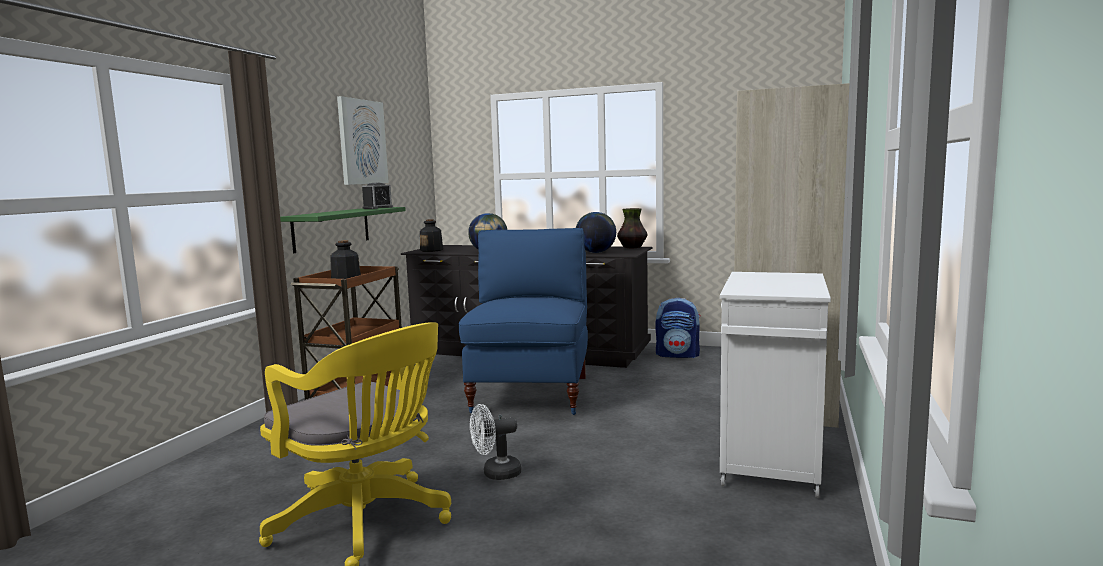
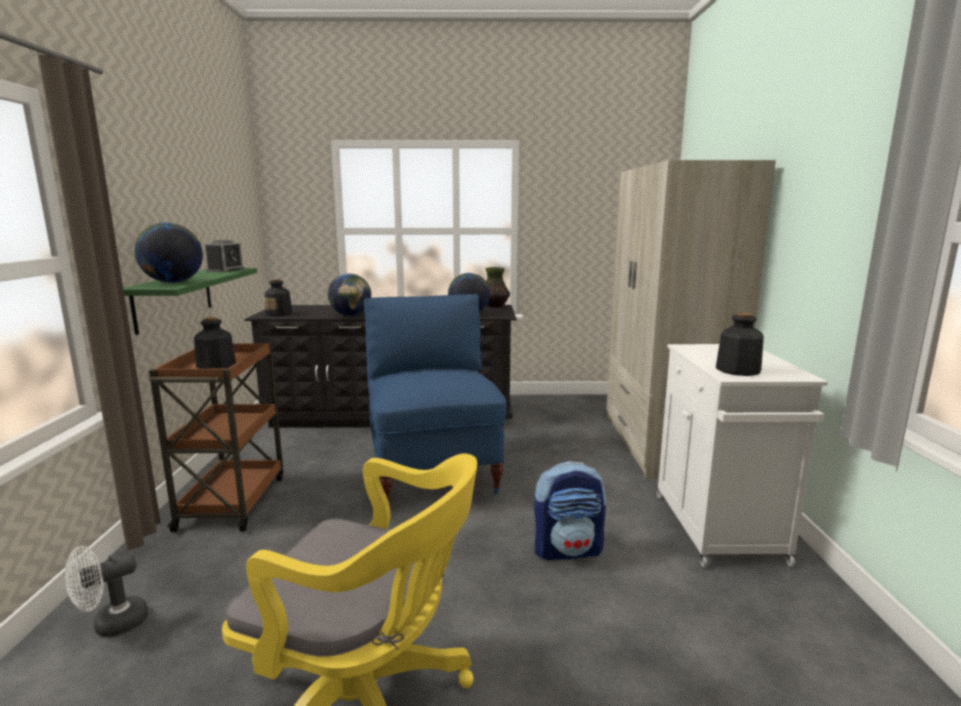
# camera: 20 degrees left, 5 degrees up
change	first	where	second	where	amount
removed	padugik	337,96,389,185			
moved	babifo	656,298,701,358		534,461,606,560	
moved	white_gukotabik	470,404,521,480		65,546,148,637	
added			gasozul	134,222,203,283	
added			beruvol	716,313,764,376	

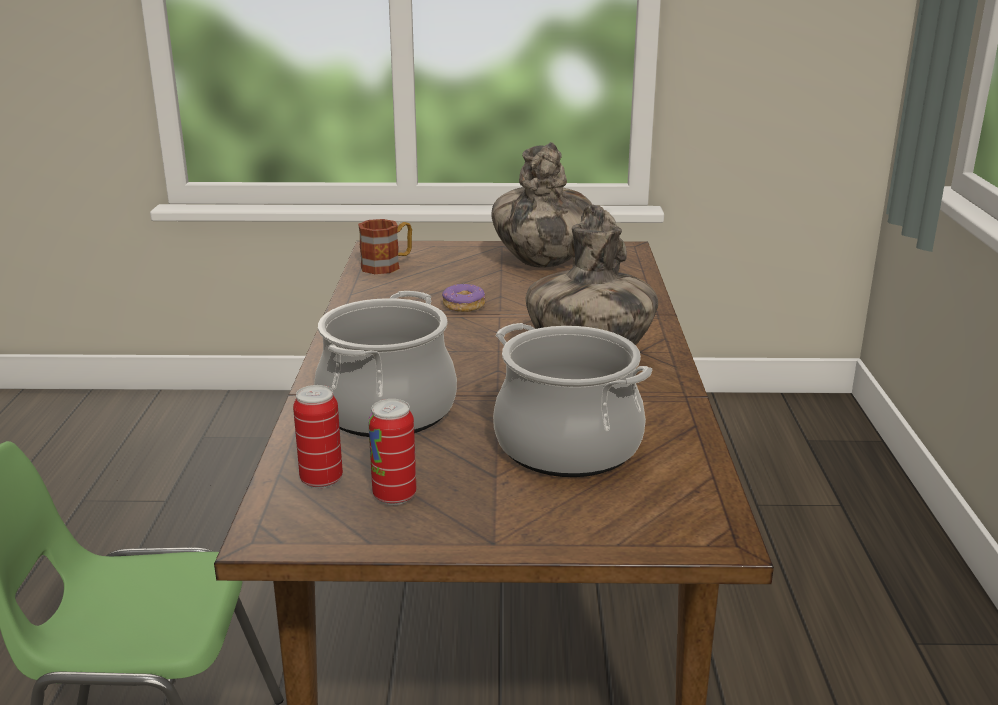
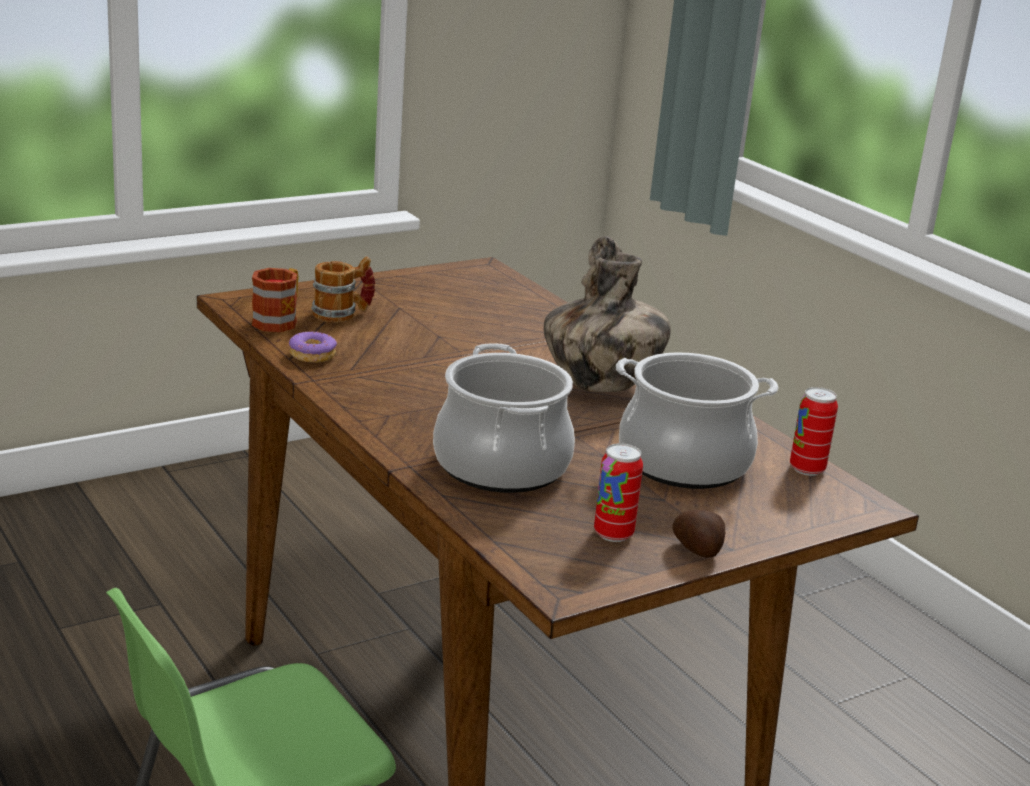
# camera: 35 degrees left, 0 degrees up
change	first	where	second	where	amount
removed	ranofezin	491,142,592,268			
moved	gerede	442,284,486,312		289,332,337,363	
moved	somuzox	293,385,343,489		790,387,838,476	
added			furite	311,257,375,323	
added			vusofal	672,510,725,558	

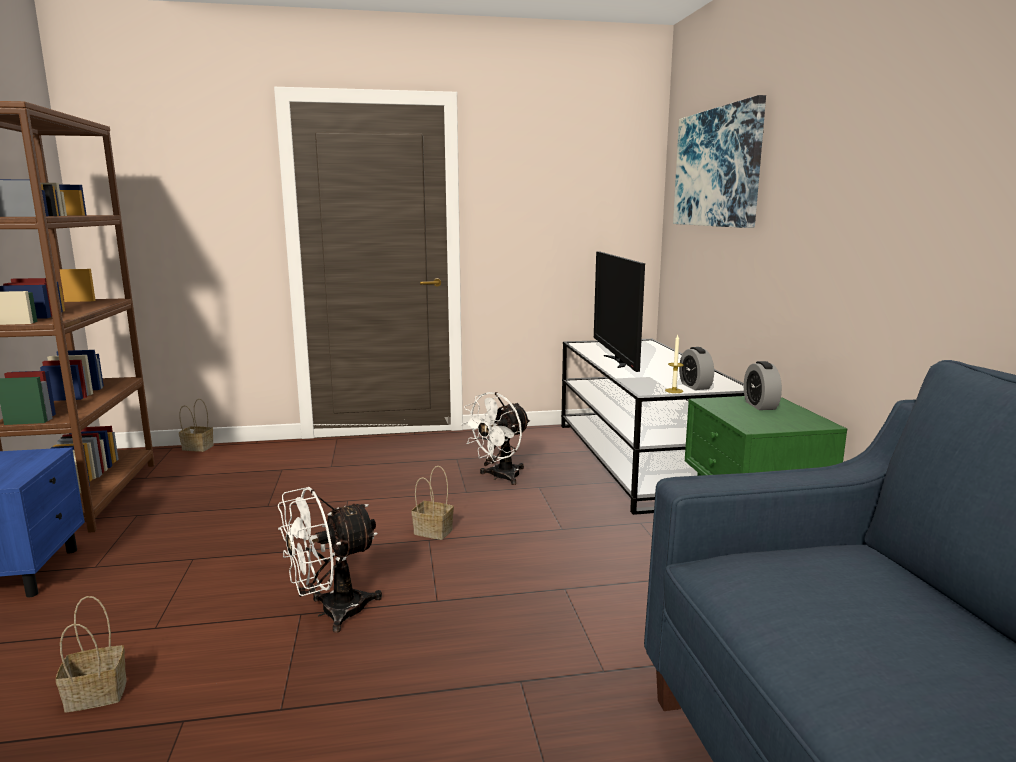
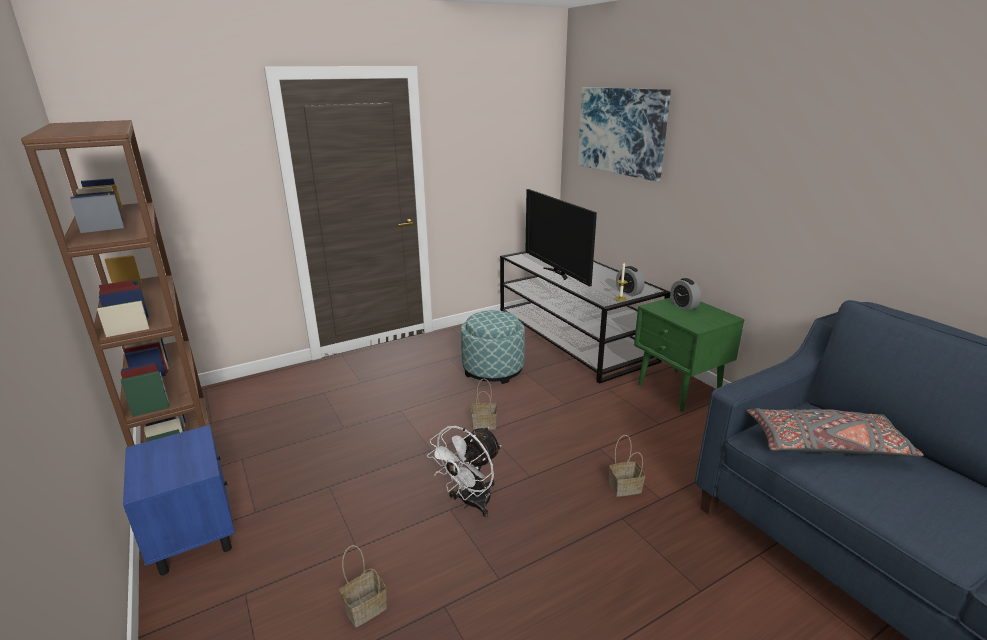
# camera: 20 degrees left, 10 degrees up
change	first	where	second	where	amount
replaced	white_gukotabik	461,392,530,485	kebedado	461,310,525,384	
moved	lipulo	179,399,214,452		609,435,645,497	
added			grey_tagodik	747,408,924,457	

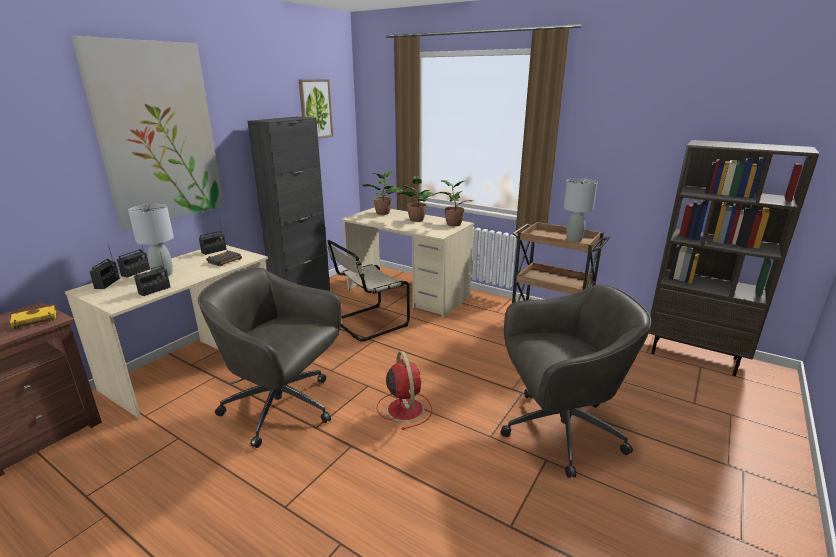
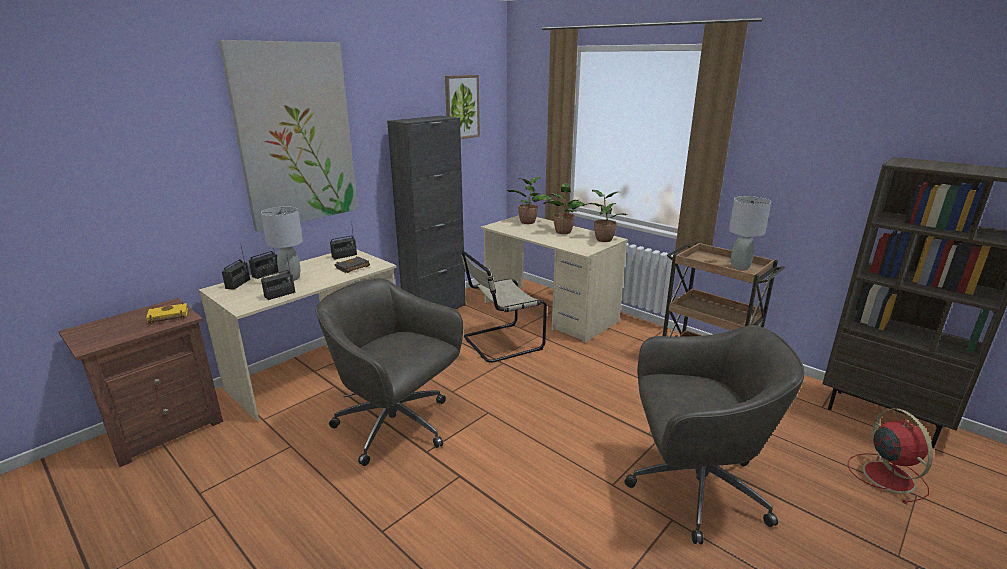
# camera: 10 degrees right, 0 degrees up
change	first	where	second	where	amount
moved	red_gukotabik	377,351,432,430		848,408,933,504	

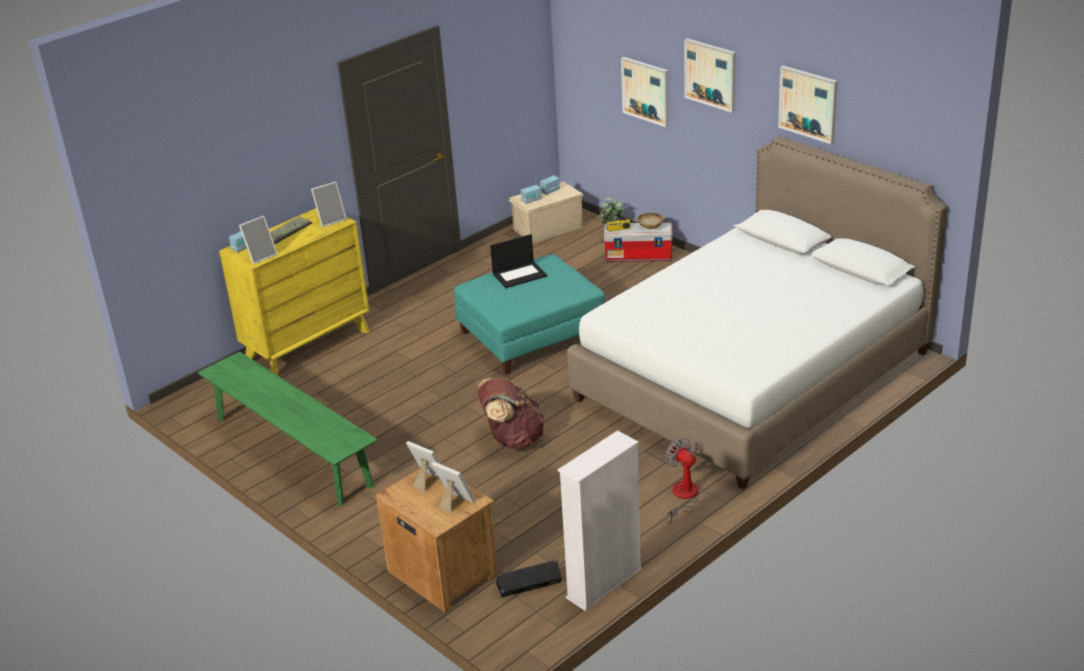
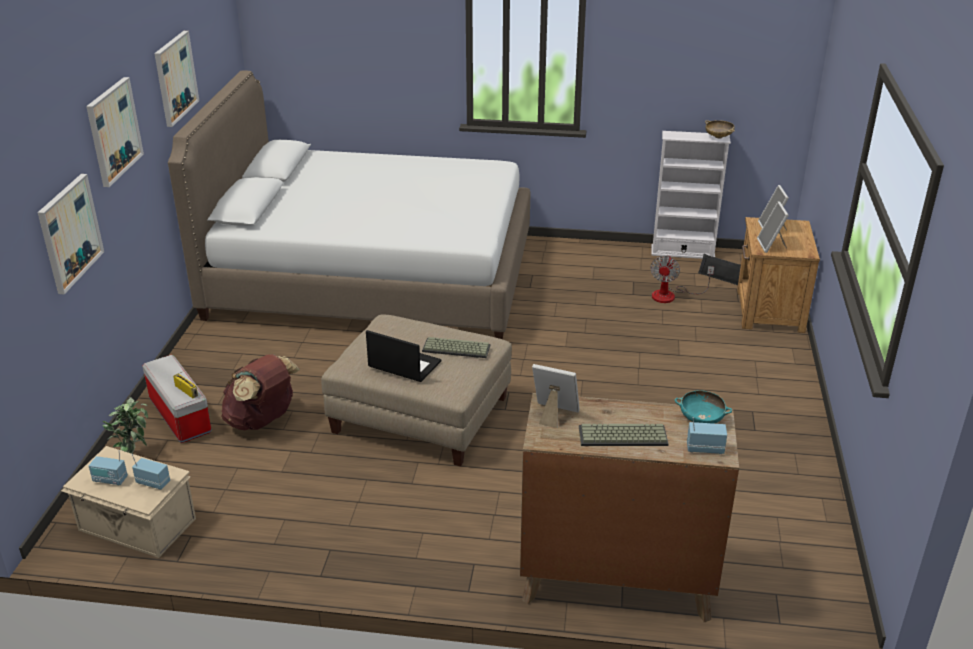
# camera: 130 degrees left, 0 degrees up
change	first	where	second	where	amount
recoloured	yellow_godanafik	219,208,370,376	brown_godanafik	520,393,739,622	
moved	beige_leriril	635,213,666,229		705,120,735,138	
replaced	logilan	239,216,278,264	turquoise_leriril	675,390,732,424	
recoloured	turquoise_kebedado	454,254,605,375	beige_kebedado	321,315,512,467	
removed	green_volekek	198,352,378,506			
moved	brown_babifo	477,378,545,449		221,354,300,430	
moved	gukotabik	665,438,698,524		650,255,714,303	
added			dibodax	422,337,490,358	

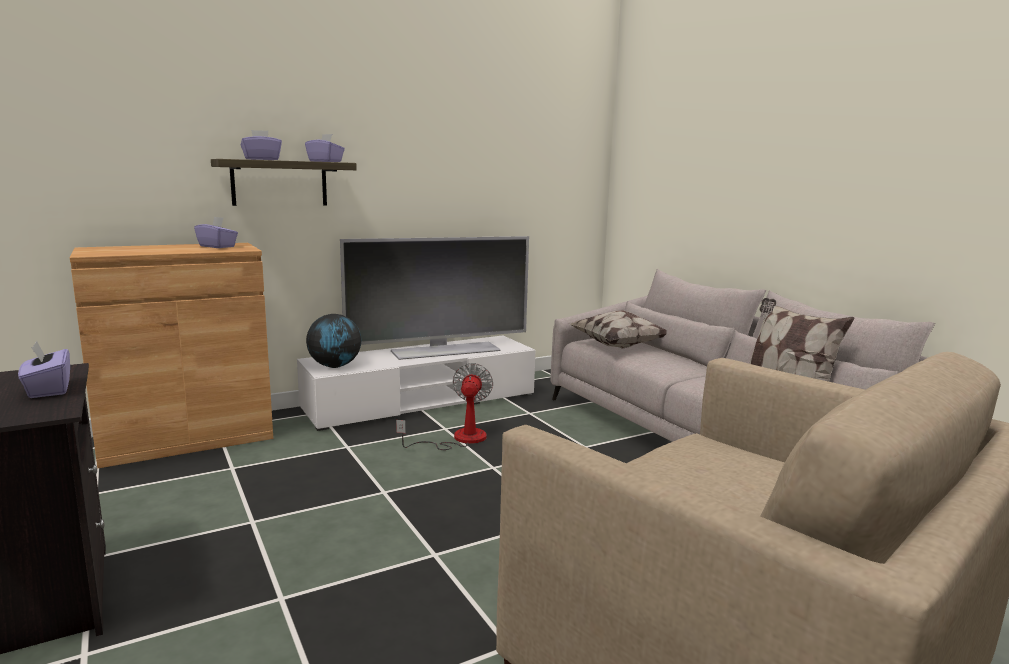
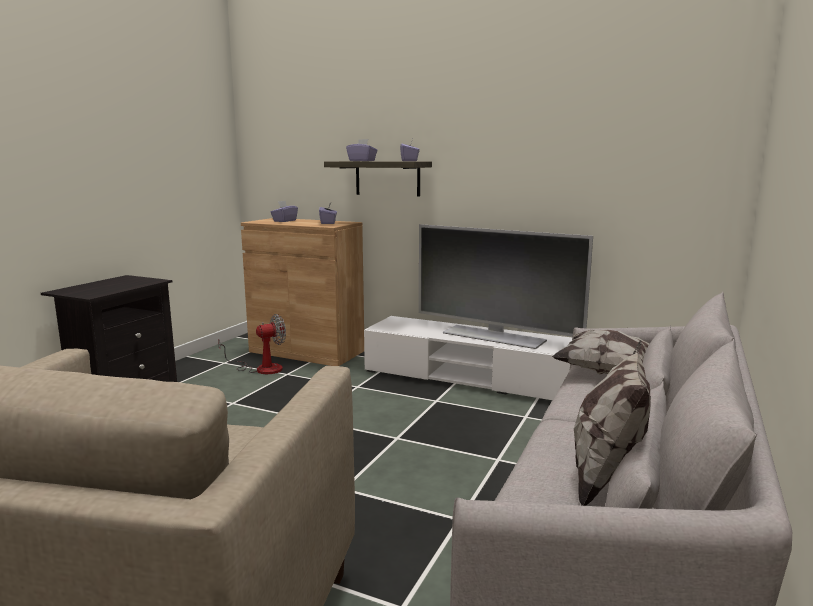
# camera: 55 degrees right, 0 degrees up
change	first	where	second	where	amount
removed	gasozul	306,314,361,368			
moved	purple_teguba	18,341,70,398		271,201,298,222	
moved	gukotabik	396,363,493,450		218,314,286,374	

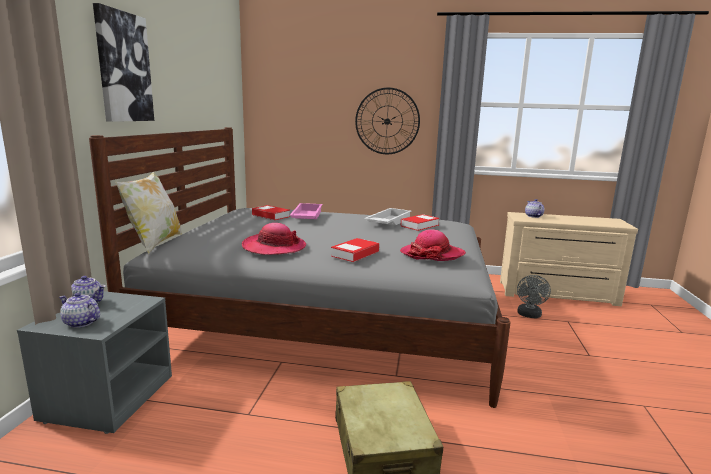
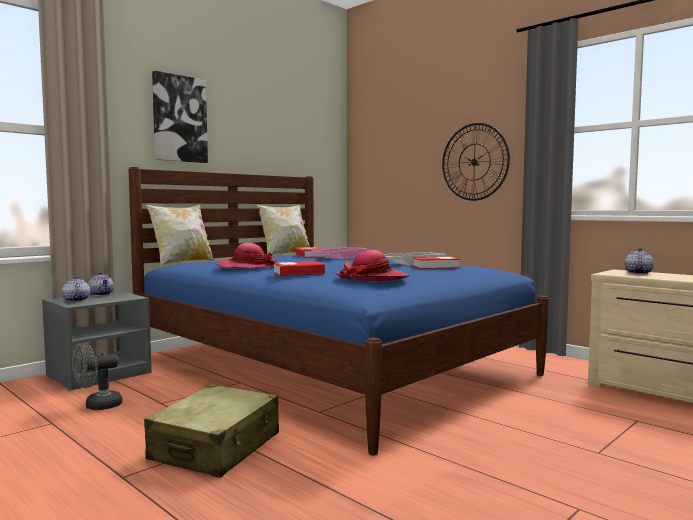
# camera: 35 degrees right, 10 degrees down
change	first	where	second	where	amount
recoloured	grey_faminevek	89,127,511,408	blue_faminevek	128,167,549,456	
moved	grey_gukotabik	517,275,551,318		72,343,122,410	
added			tagodik	256,204,310,255	

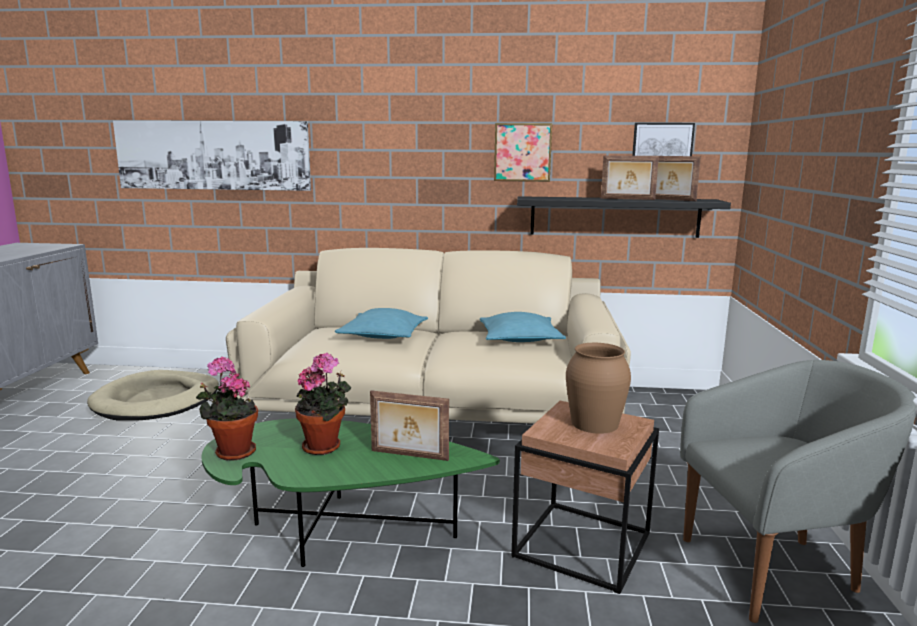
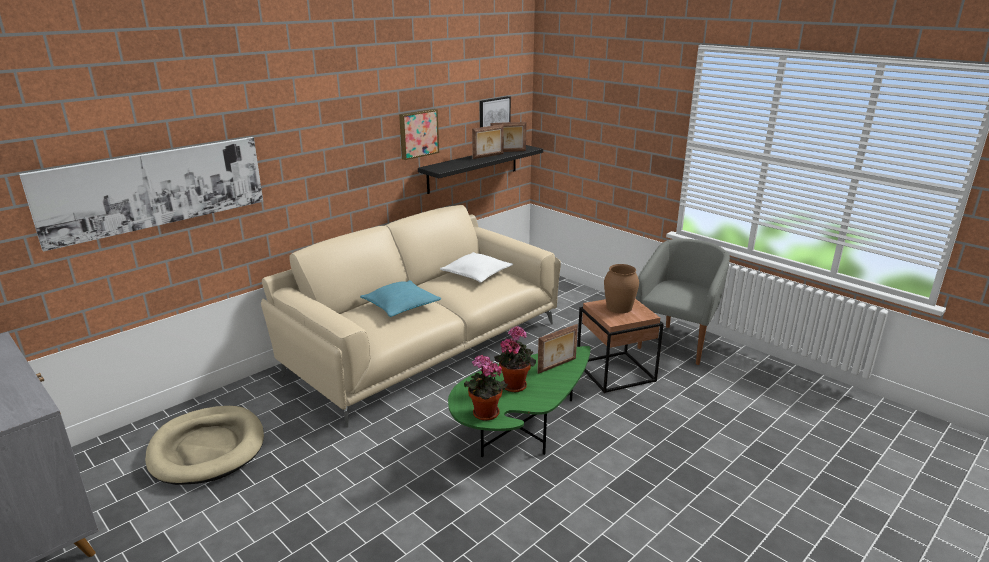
# camera: 50 degrees left, 10 degrees up
change	first	where	second	where	amount
recoloured	turquoise_tagodik	480,312,566,342	white_tagodik	440,252,513,283	

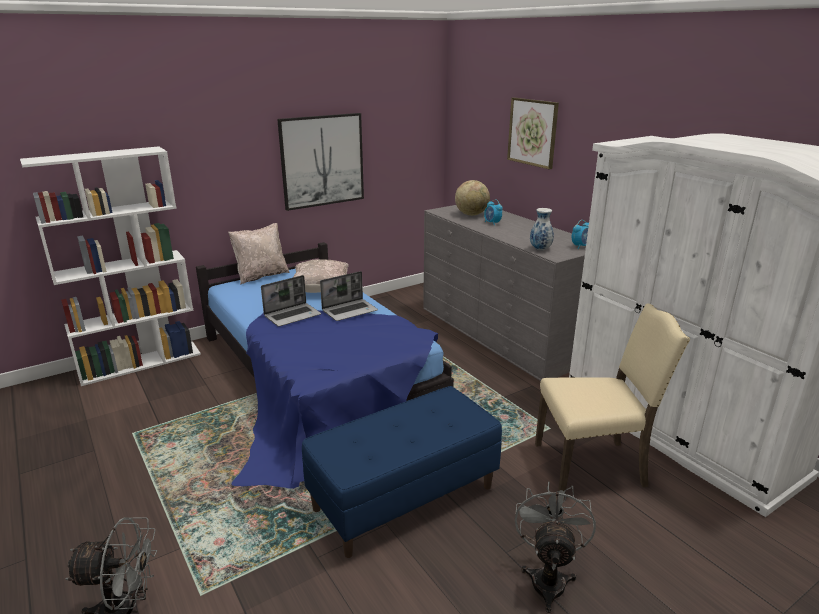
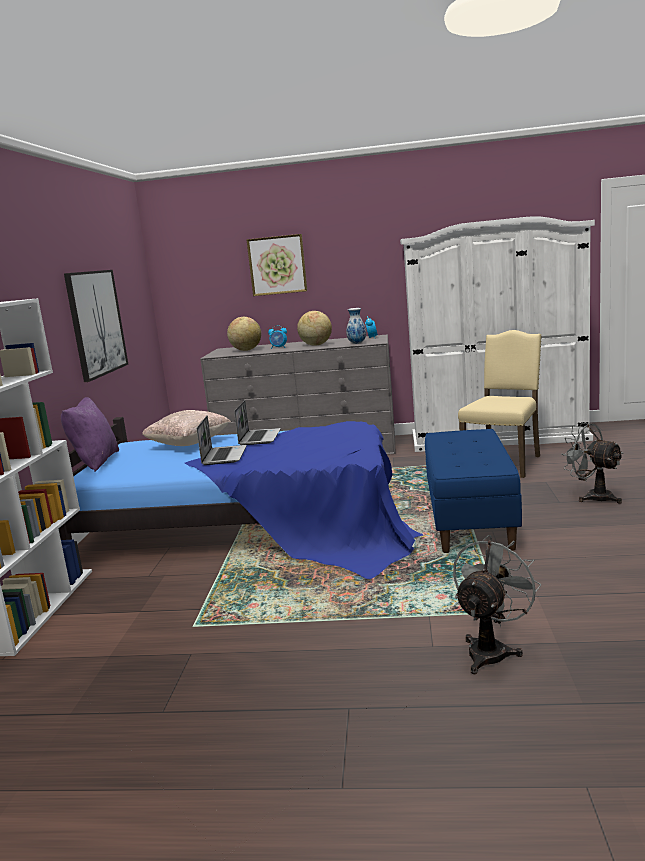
# camera: 50 degrees left, 10 degrees down
change	first	where	second	where	amount
recoloured	beige_tagodik	228,223,290,285	purple_tagodik	61,397,119,472	
added			gasozul	297,311,332,346	

